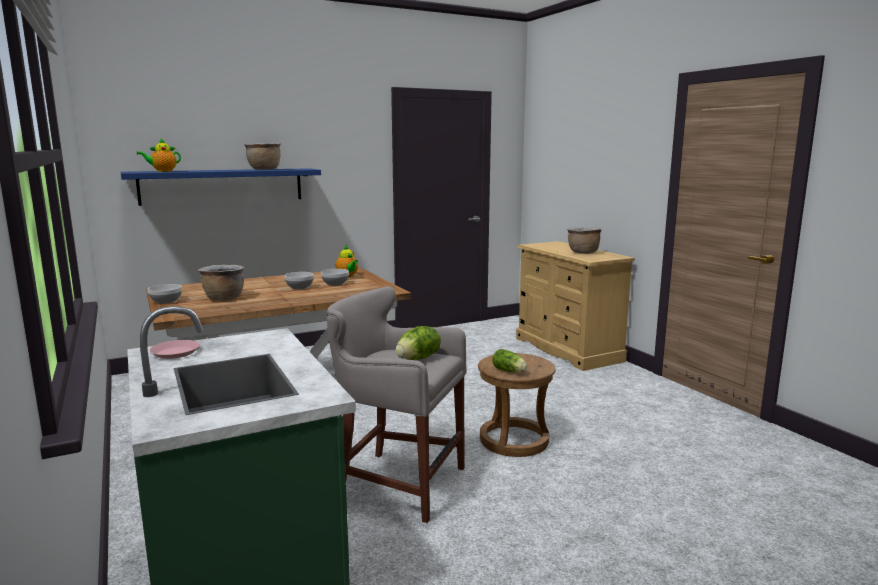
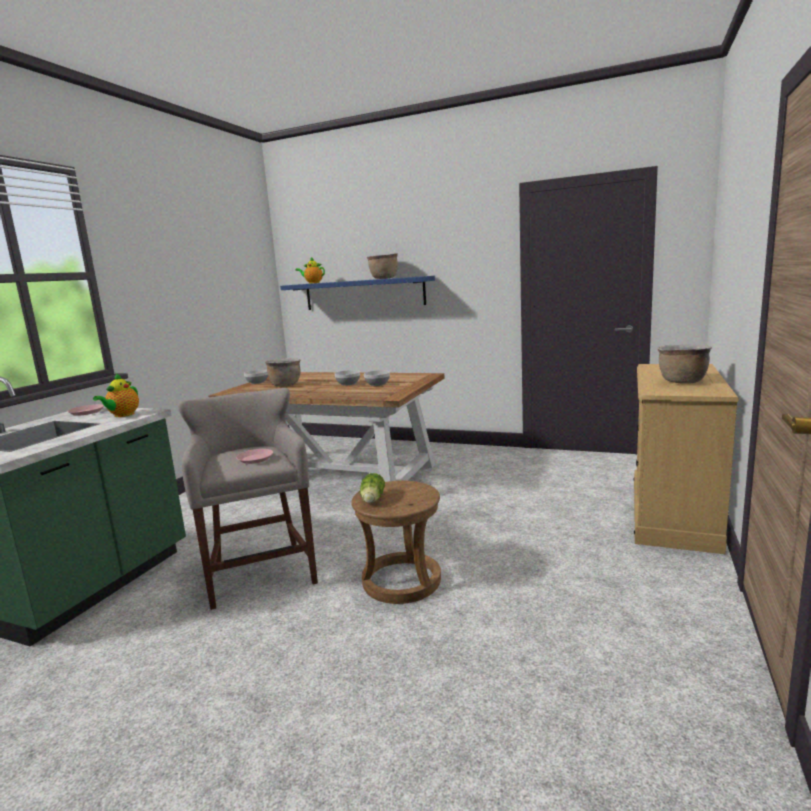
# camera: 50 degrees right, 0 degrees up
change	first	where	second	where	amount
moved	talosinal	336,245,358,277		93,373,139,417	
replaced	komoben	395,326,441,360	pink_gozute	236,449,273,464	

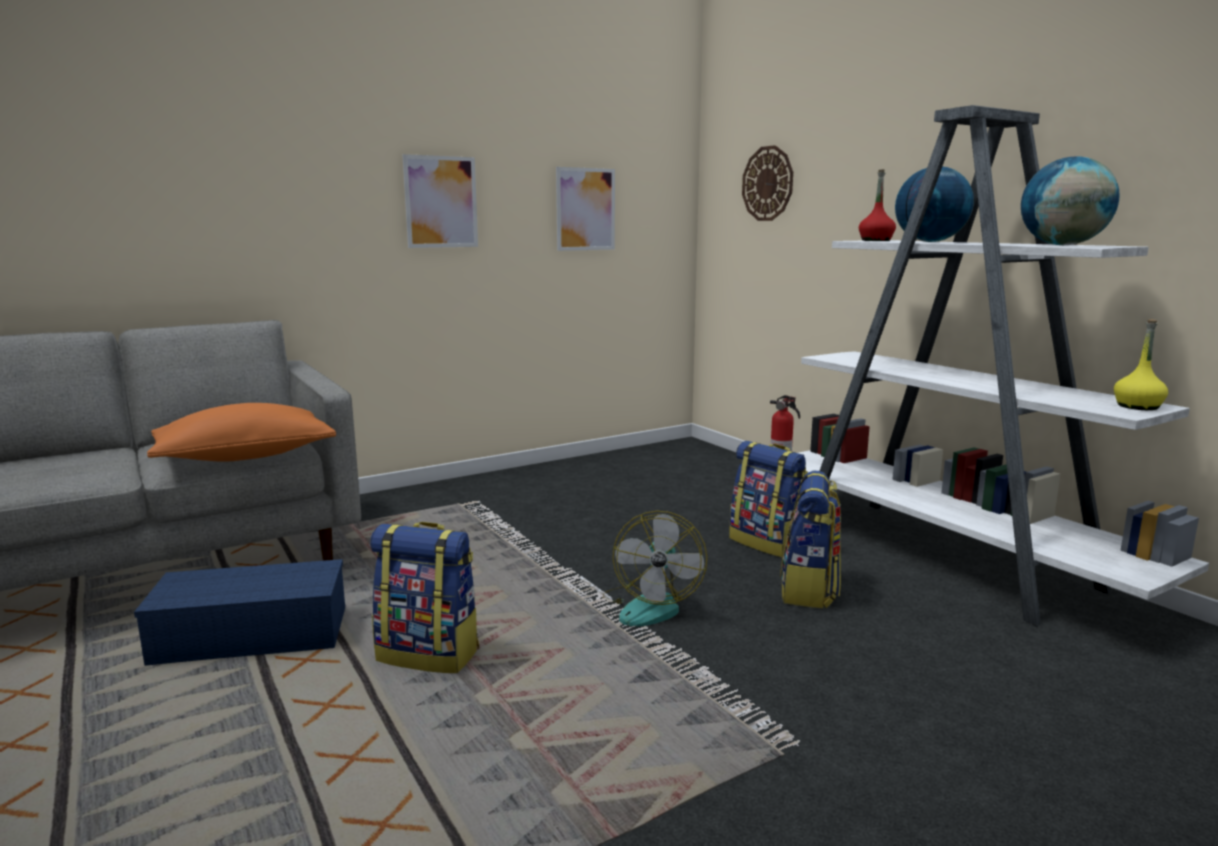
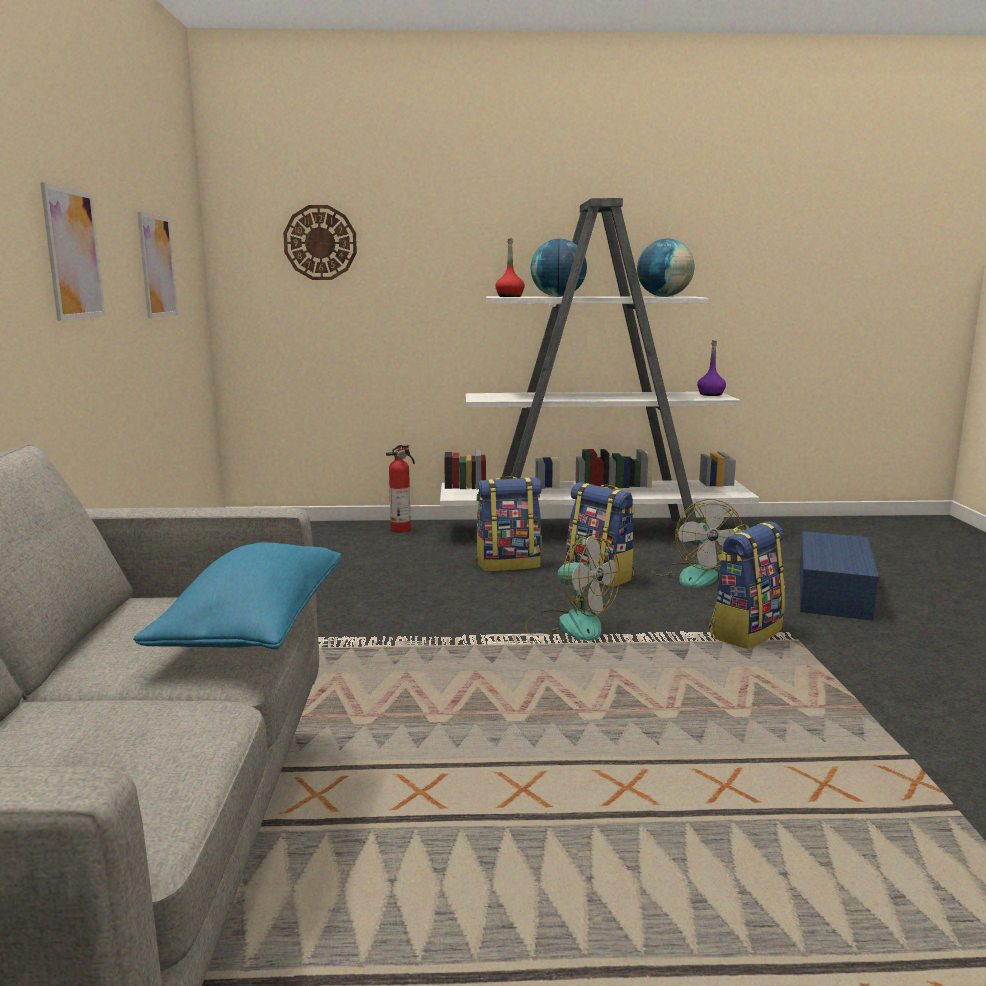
# camera: 60 degrees left, 0 degrees up
change	first	where	second	where	amount
recoloured	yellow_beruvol	1114,319,1168,410	purple_beruvol	697,340,726,396	
recoloured	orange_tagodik	147,403,336,462	blue_tagodik	133,543,341,649	
moved	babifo	370,522,479,673		709,521,785,649	
moved	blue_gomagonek	134,559,345,666		800,531,879,621	
added			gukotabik	651,499,744,588	

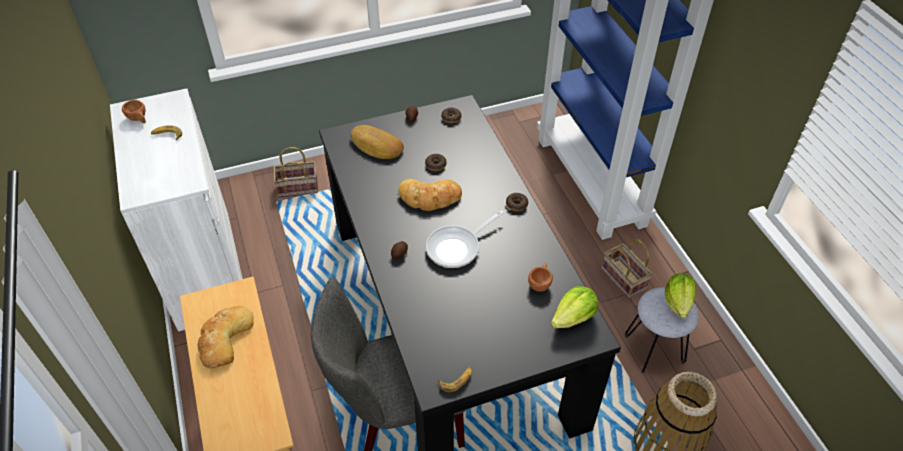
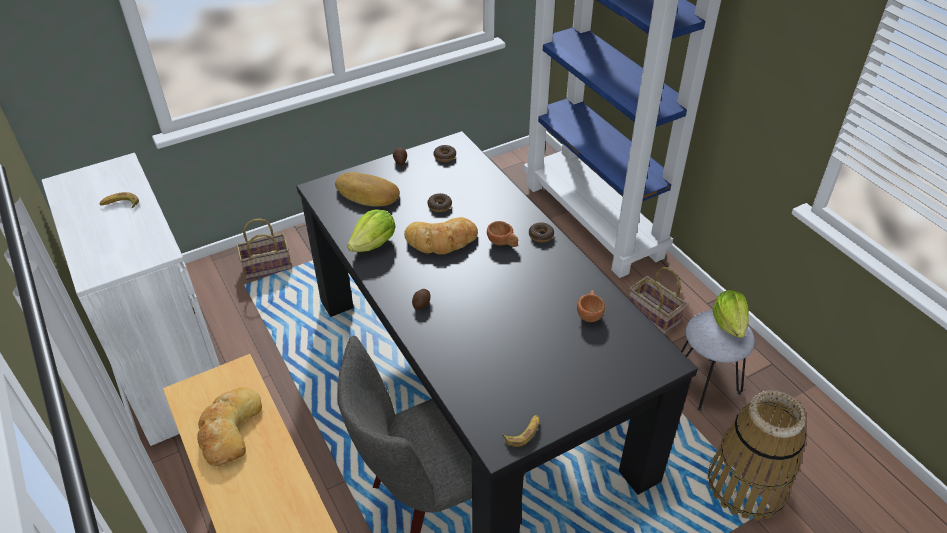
# camera: 10 degrees left, 5 degrees down
change	first	where	second	where	amount
moved	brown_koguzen	122,100,146,123		487,221,518,247	
removed	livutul	426,210,504,268			
moved	komoben	551,286,598,328		347,209,396,252	

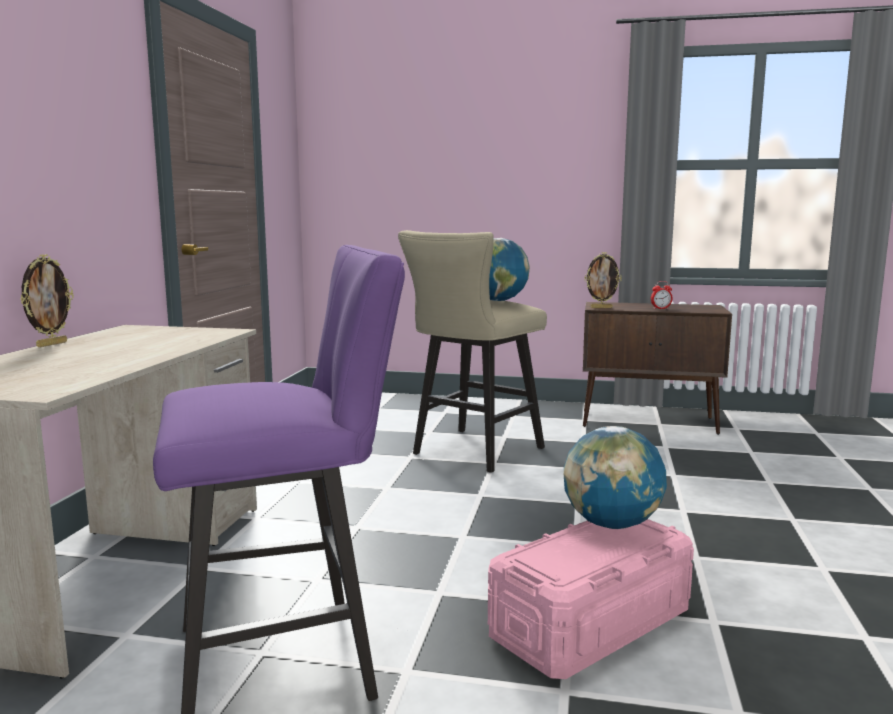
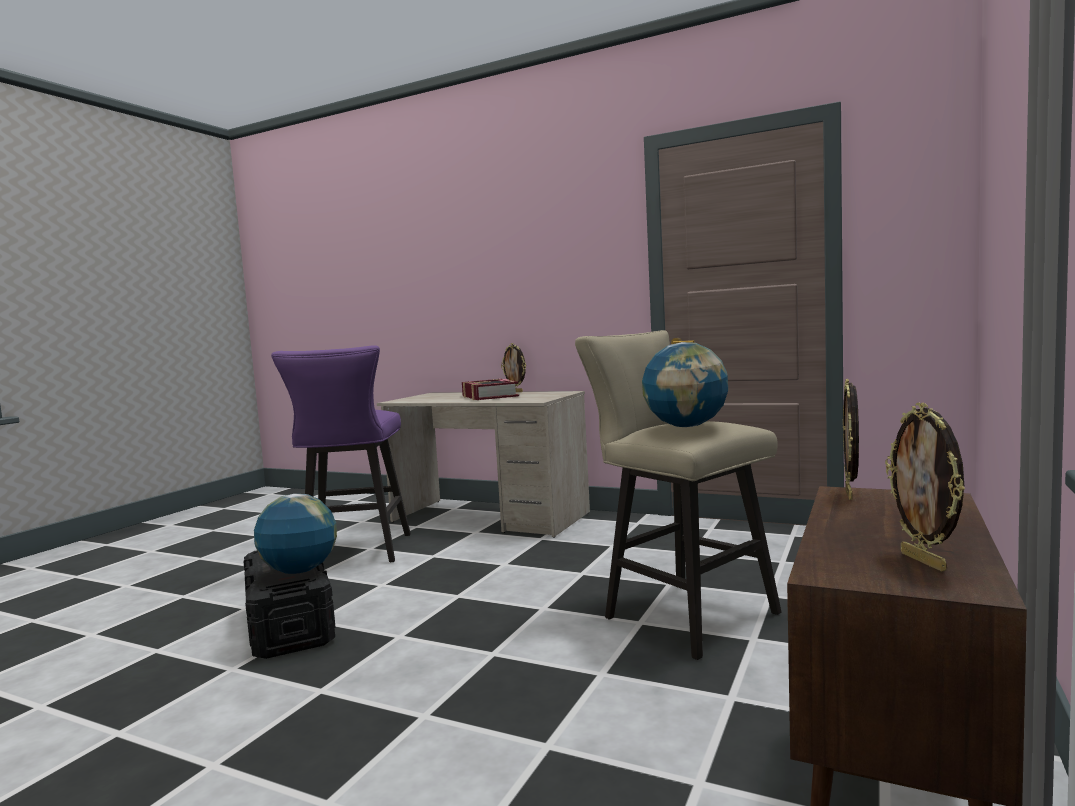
# camera: 105 degrees right, 5 degrees down
change	first	where	second	where	amount
removed	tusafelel	651,281,672,309			
recoloured	pink_gomagonek	488,519,694,679	black_gomagonek	243,550,335,659	
added			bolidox	462,379,519,400	
added			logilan	885,403,965,571	

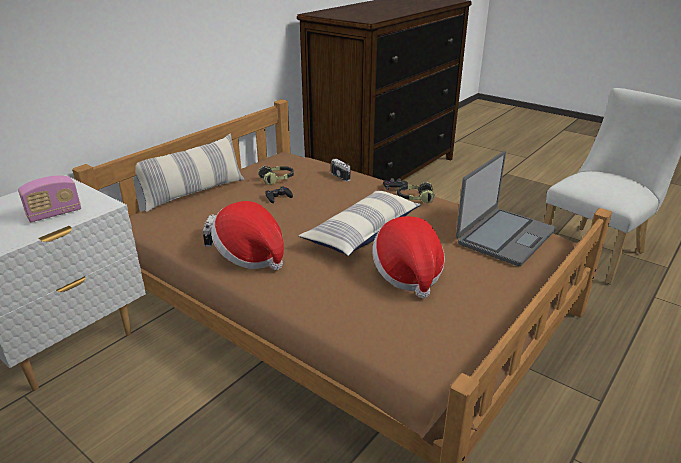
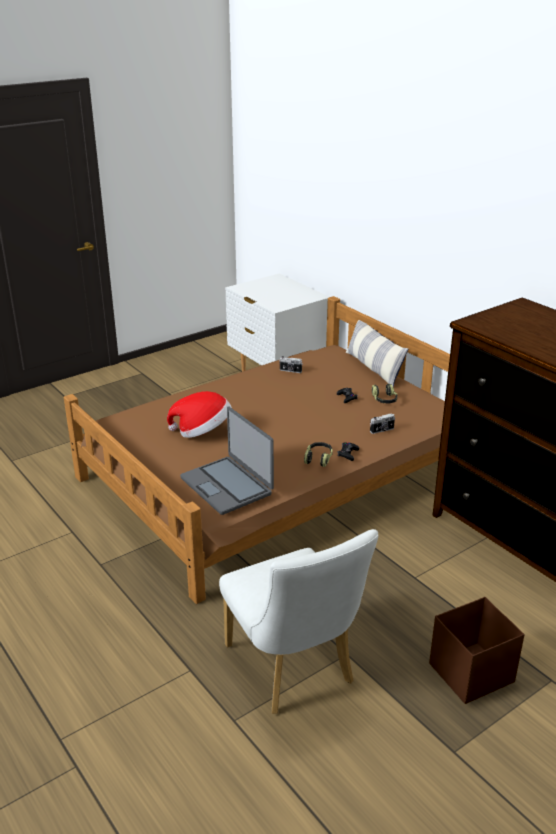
# camera: 105 degrees right, 0 degrees up
change	first	where	second	where	amount
removed	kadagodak	18,176,81,222			
removed	tagodik	299,191,421,256			
removed	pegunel	211,201,284,270			
added			brown_gomagonek	429,597,524,704	

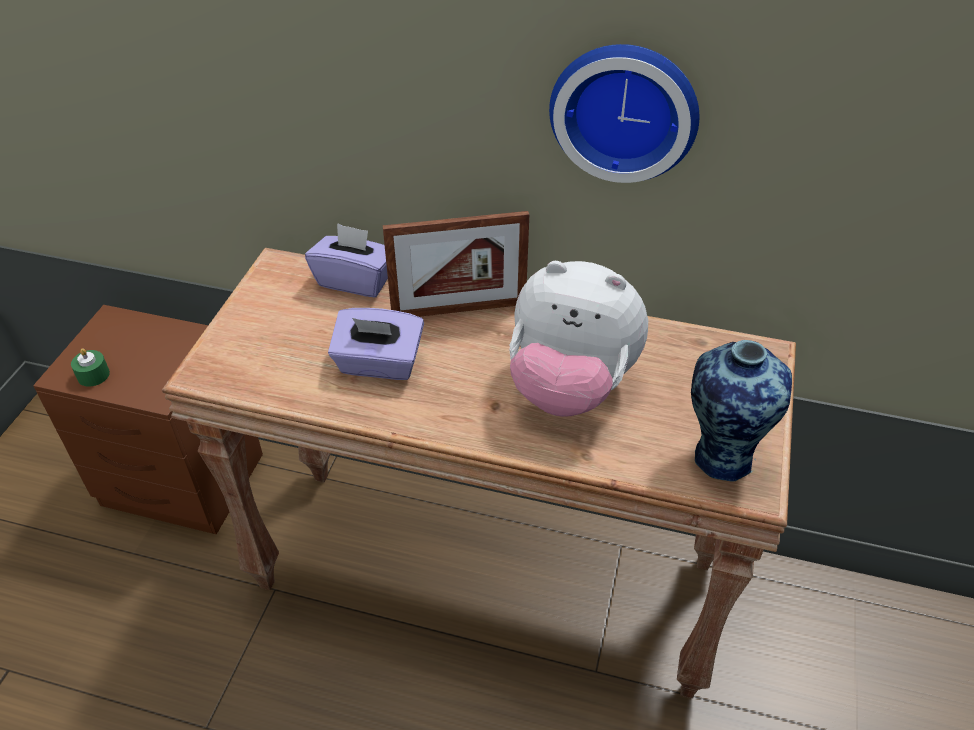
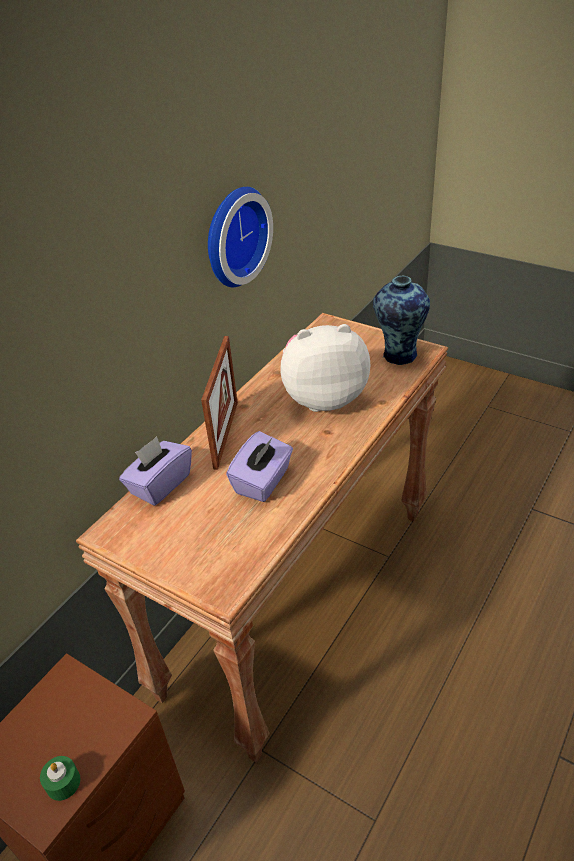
# camera: 70 degrees left, 5 degrees down
change	first	where	second	where	amount
turned	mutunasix	509,261,648,417		281,324,371,412	135 degrees counterclockwise

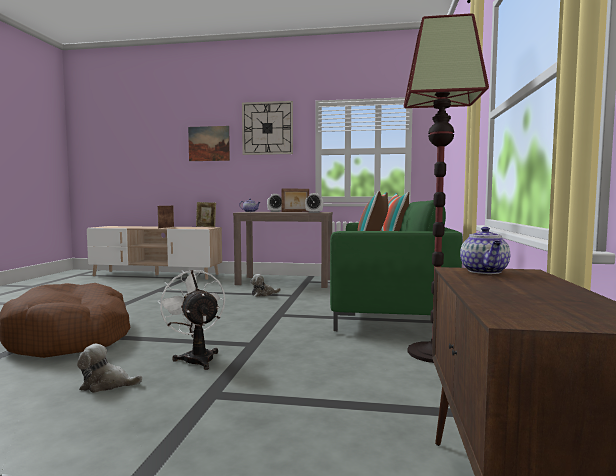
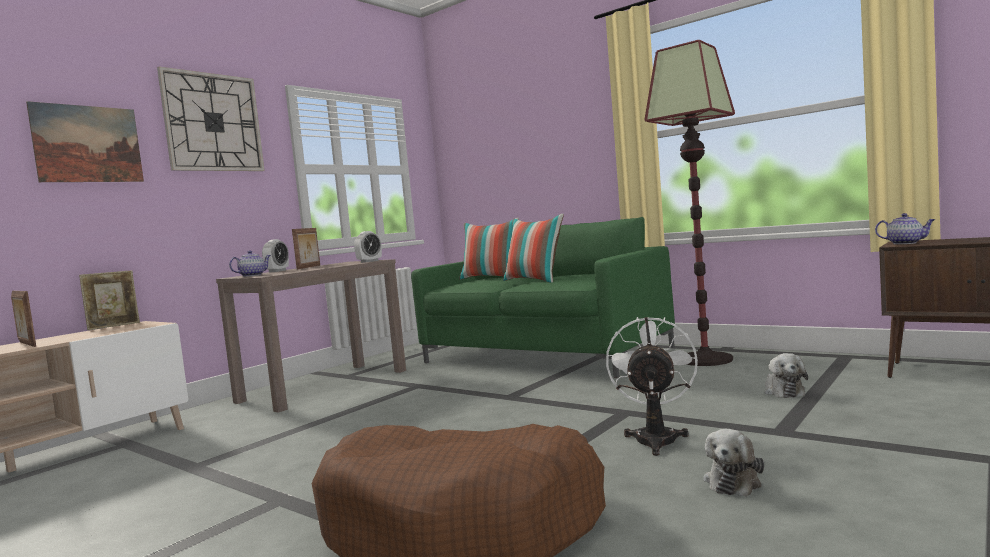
# camera: 60 degrees left, 0 degrees up
change	first	where	second	where	amount
turned	white_gukotabik	158,270,225,370		606,317,698,456	105 degrees clockwise
moved	mutunasix	250,274,281,297		765,353,808,398	

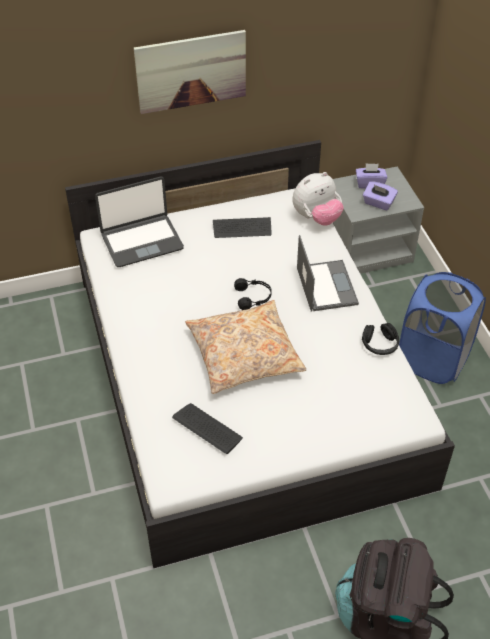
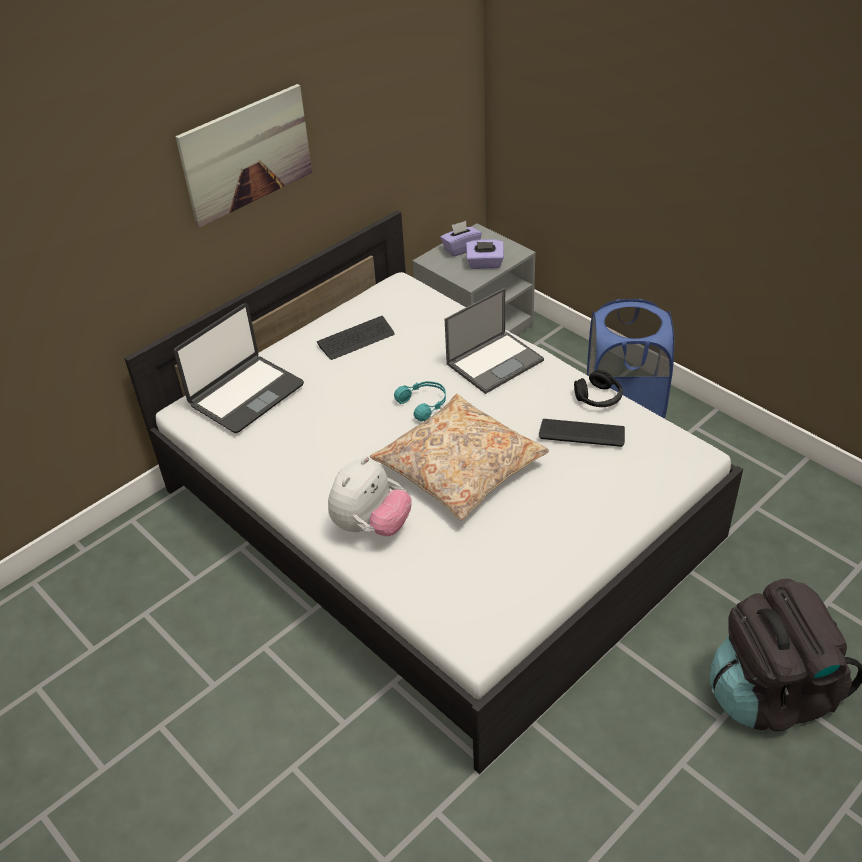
# camera: 25 degrees left, 5 degrees down
change	first	where	second	where	amount
moved	mutunasix	292,172,344,226		328,456,412,536	
turned	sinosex	297,235,359,312		445,288,544,394	90 degrees clockwise
recoloured	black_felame	234,278,272,310	turquoise_felame	394,381,446,421	
moved	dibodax	172,403,243,454		539,419,625,447	

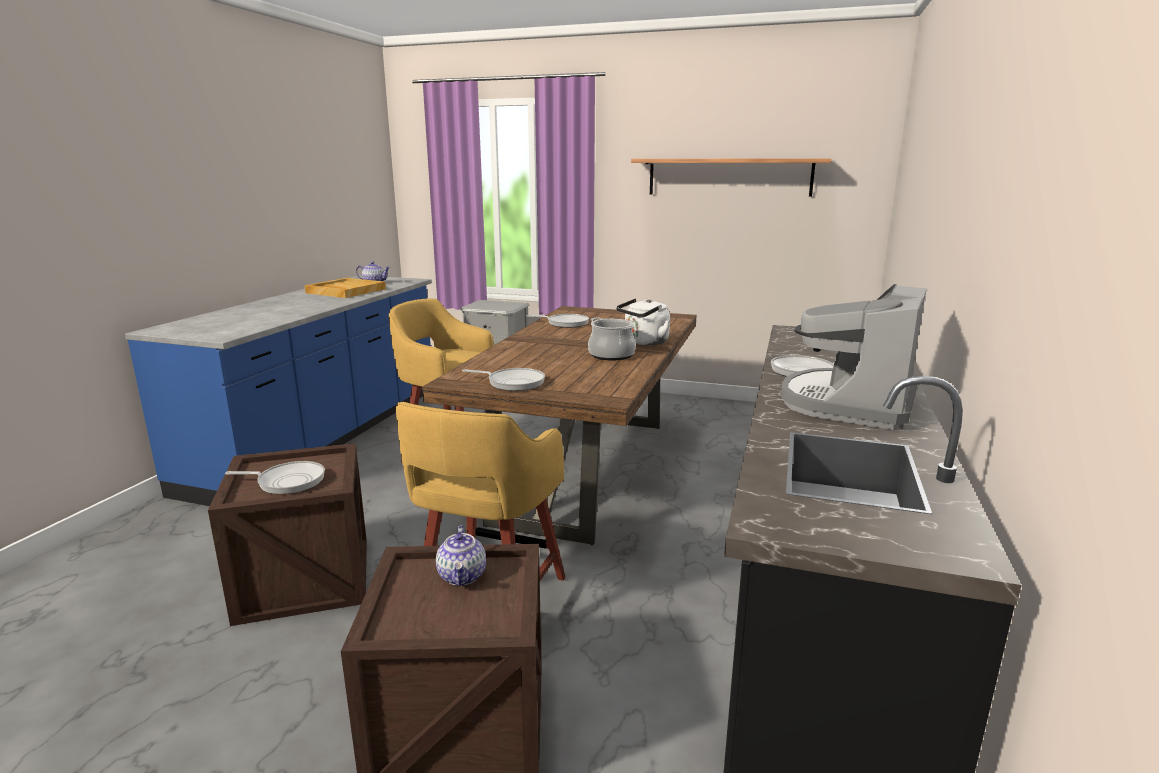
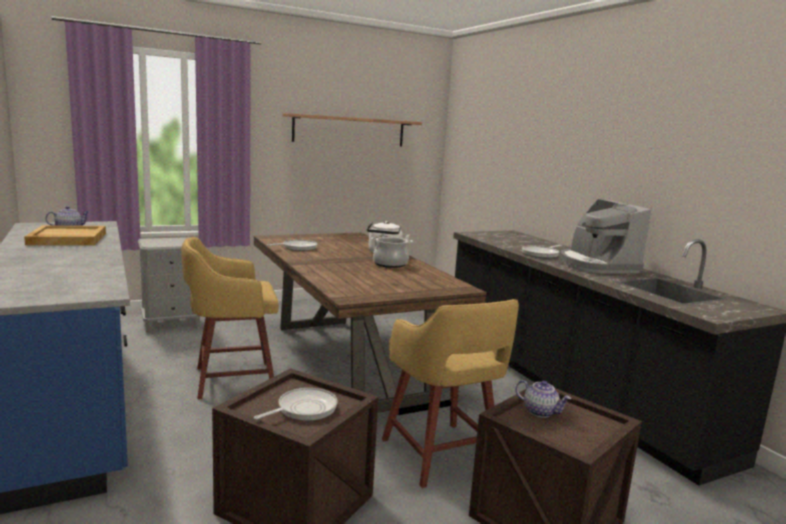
# camera: 45 degrees left, 5 degrees down
change	first	where	second	where	amount
removed	livutul	462,368,545,391			

